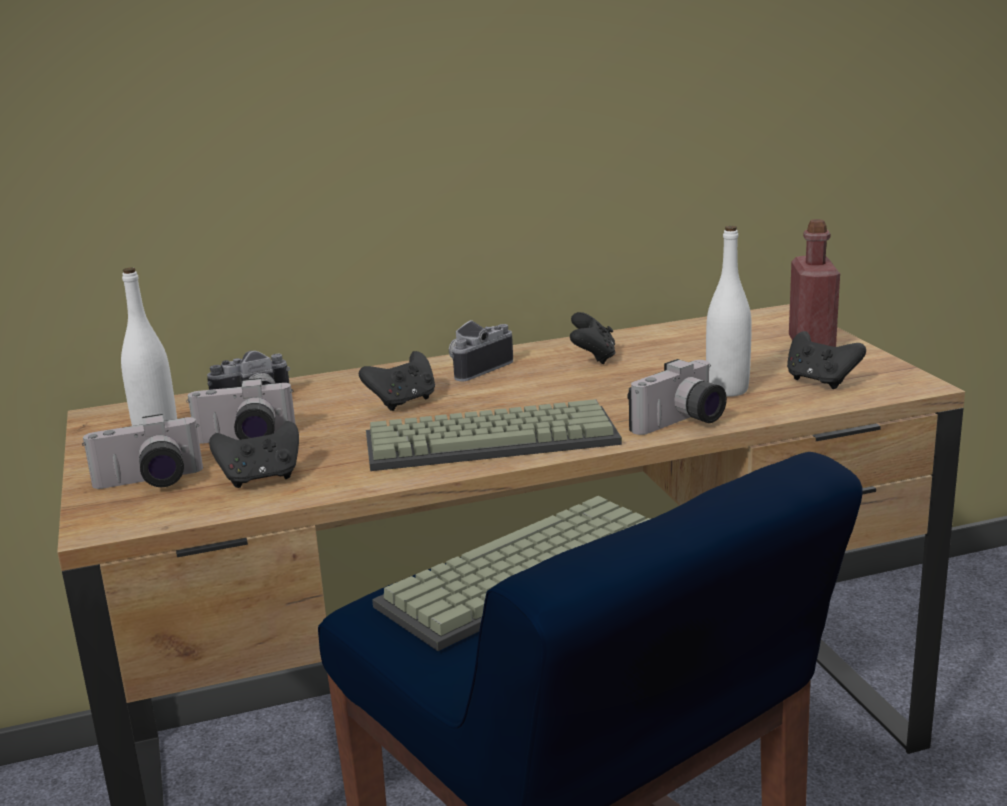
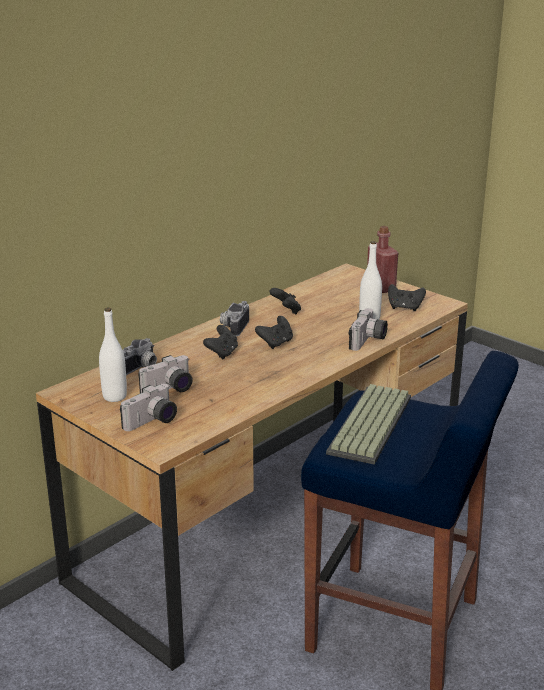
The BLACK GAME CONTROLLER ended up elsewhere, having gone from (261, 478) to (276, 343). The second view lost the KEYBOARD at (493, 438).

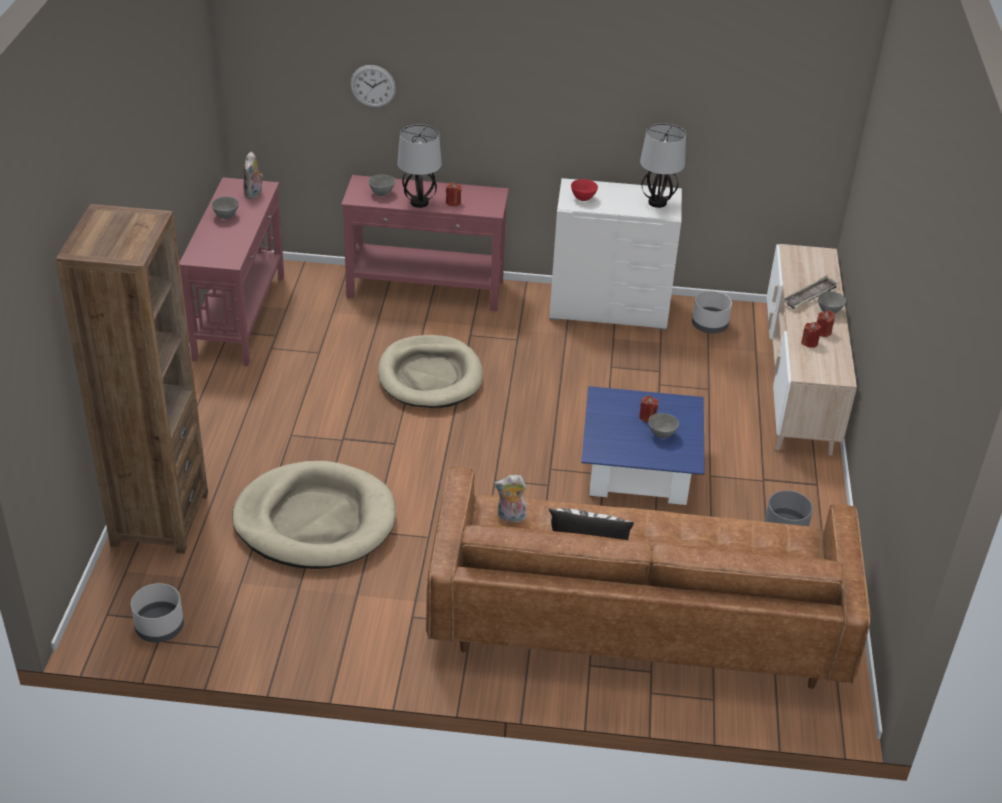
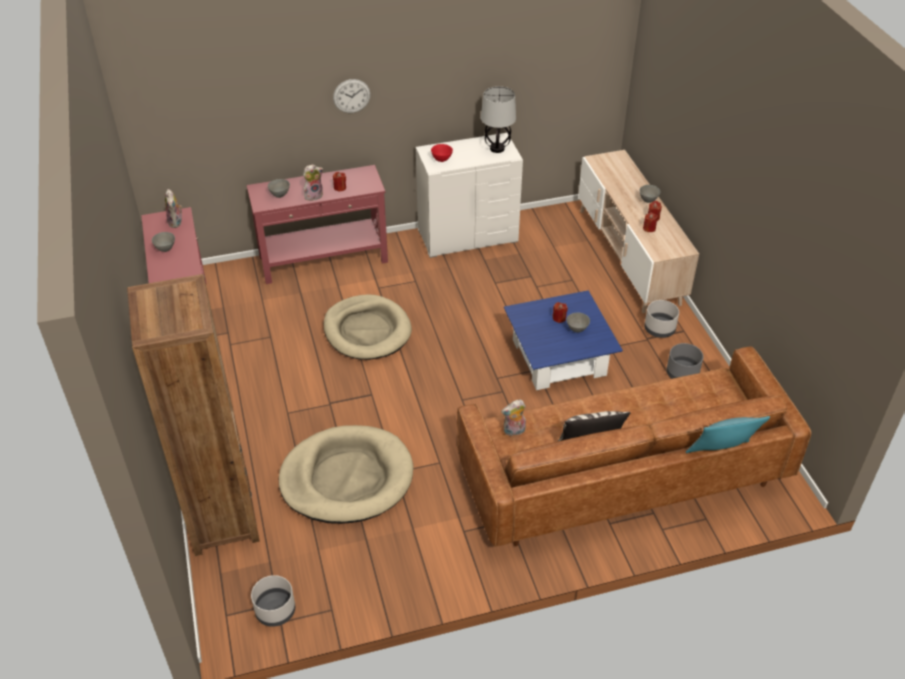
Where the TABLE LAMP stood at (419, 203), the PLUSH TOY came to stand at (314, 195). The WALL CLOCK ended up elsewhere, having gone from (373, 86) to (351, 96). The GREY PLANTER ended up elsewhere, having gone from (709, 325) to (659, 329). The second view gained the TURQUOISE PILLOW at (720, 454). The second view lost the TRAY at (810, 296).

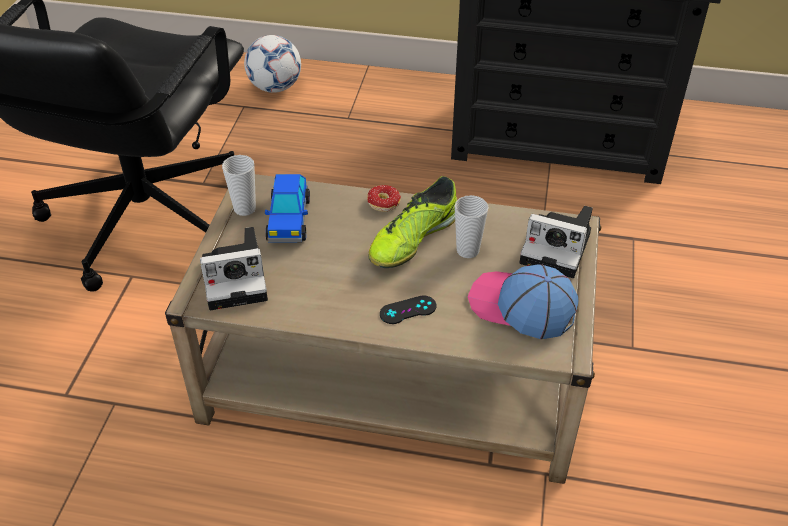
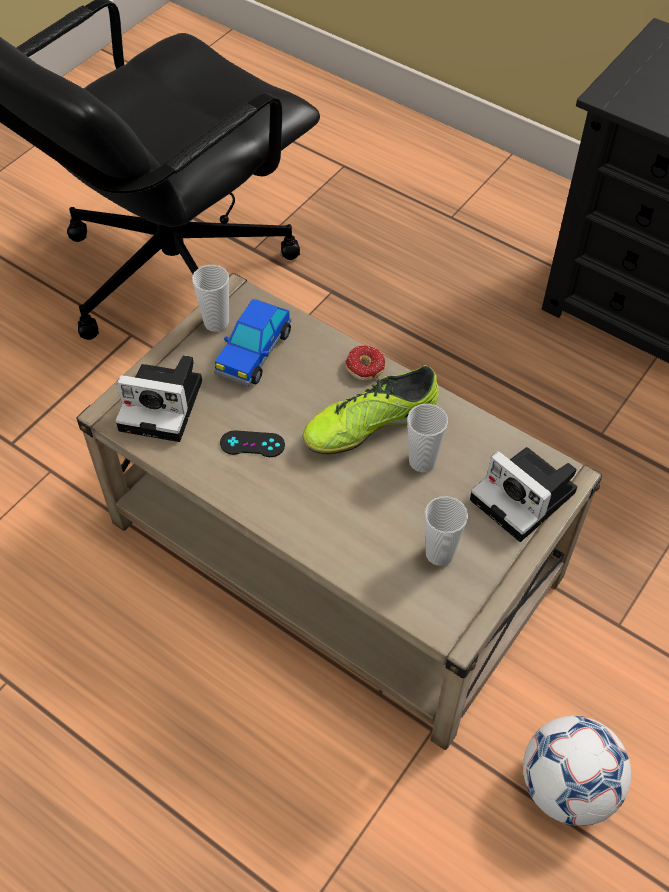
The BLACK GAME CONTROLLER ended up elsewhere, having gone from (408, 310) to (252, 444). Where the CAP stood at (521, 306), the CUP came to stand at (439, 553). The FOOTBALL ended up elsewhere, having gone from (275, 87) to (567, 786).

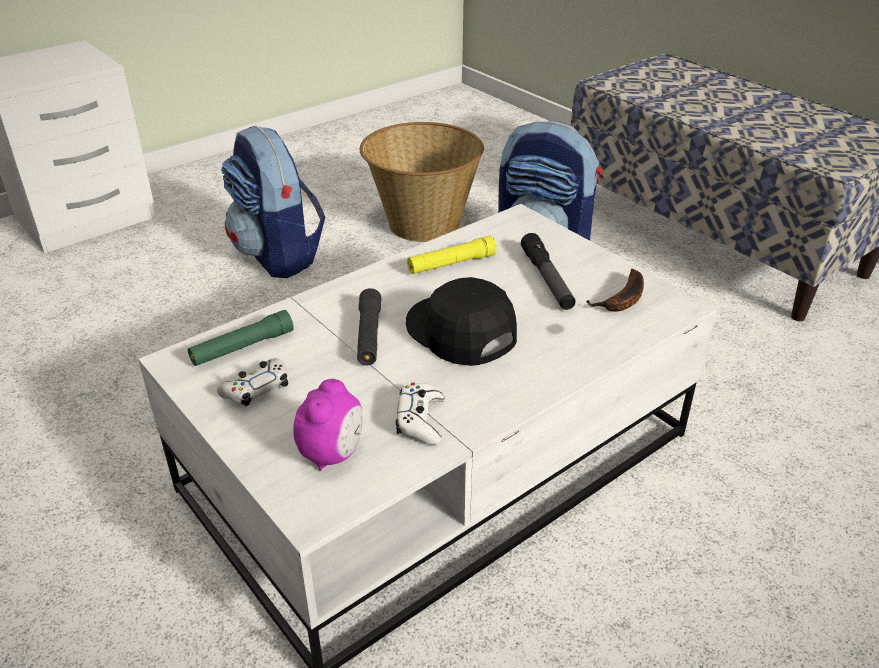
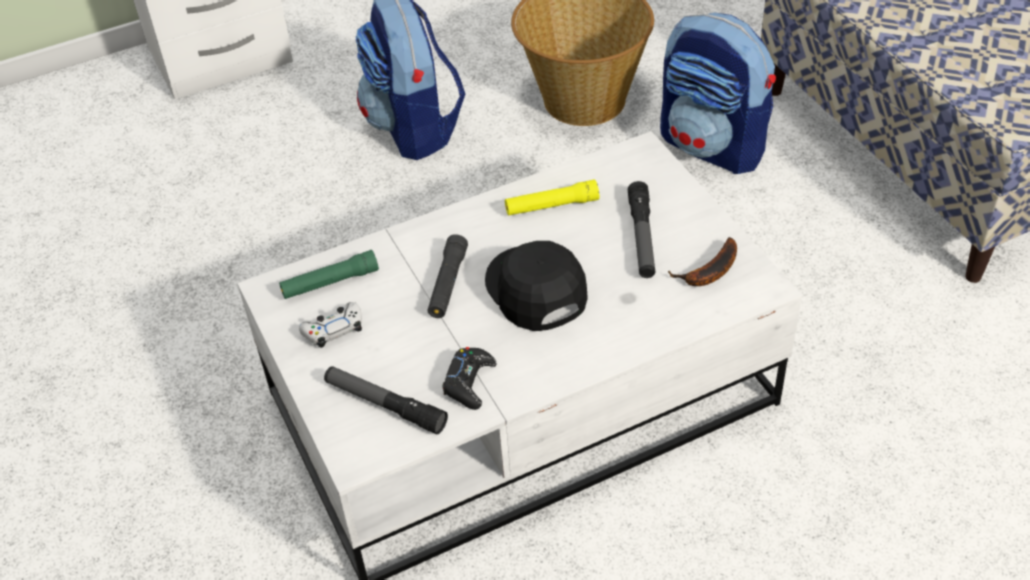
Where the ALARM CLOCK stood at (332, 453), the FLASHLIGHT came to stand at (385, 405). What was the WHITE GAME CONTROLLER at (420, 420) turned into the BLACK GAME CONTROLLER at (469, 383).

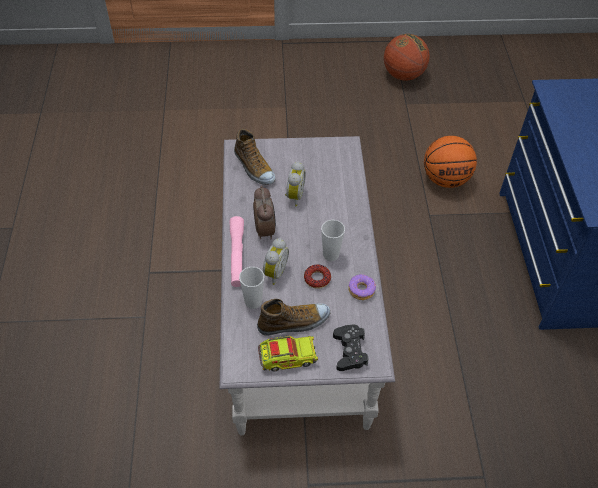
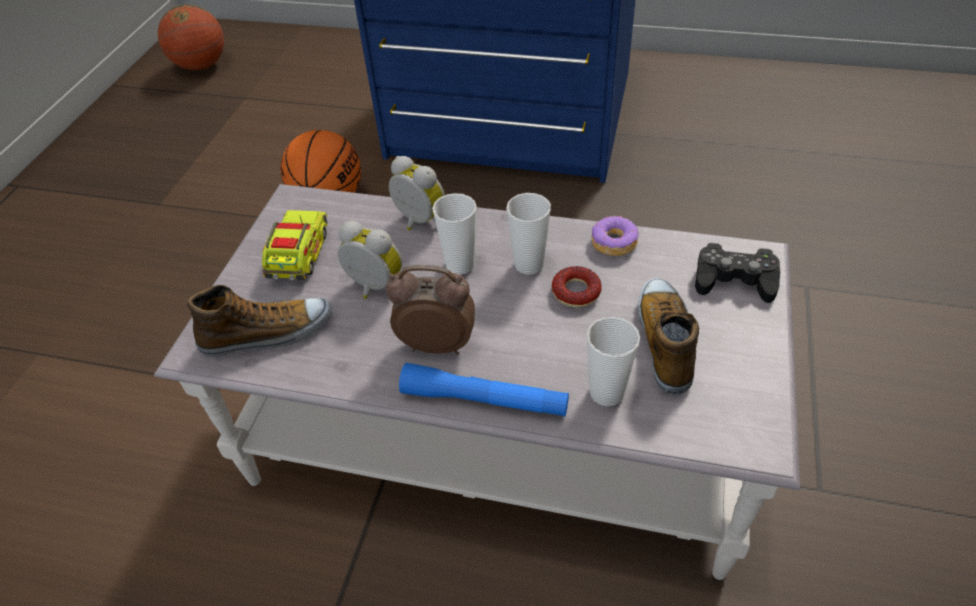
The BASKETBALL ended up elsewhere, having gone from (403, 75) to (201, 66). The TOY TRUCK ended up elsewhere, having gone from (287, 357) to (299, 255). The ALARM CLOCK ended up elsewhere, having gone from (274, 272) to (418, 222). What was the PINK FLASHLIGHT at (237, 255) turned into the BLUE FLASHLIGHT at (484, 400). The second view gained the CUP at (460, 264).

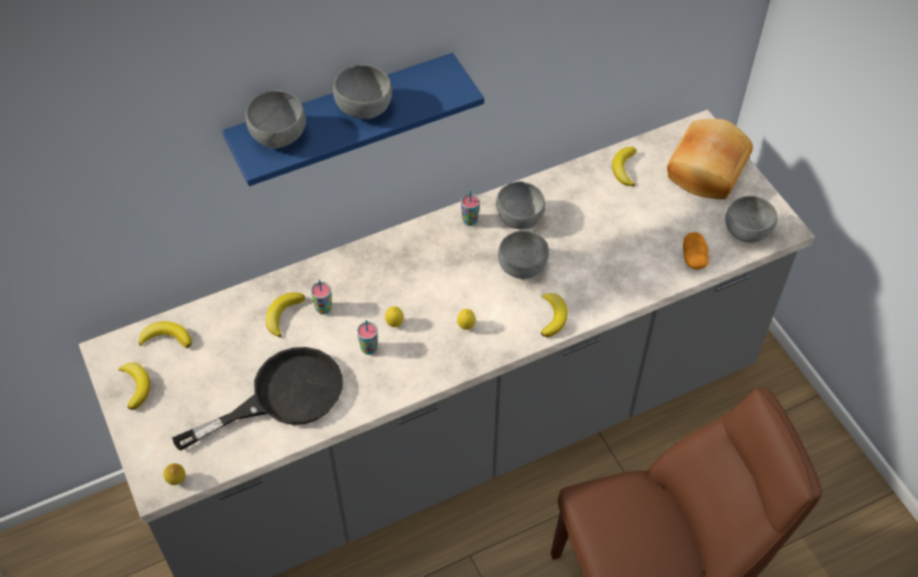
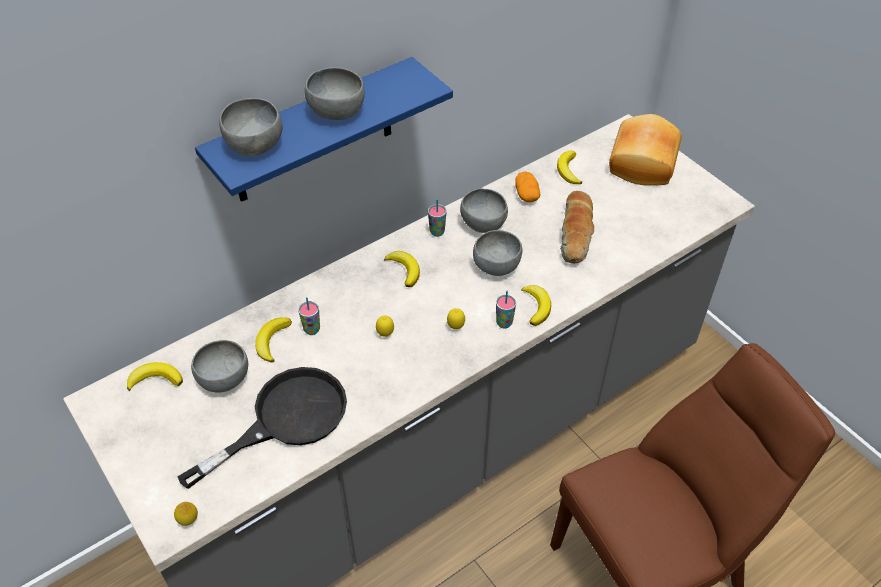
The GREY BOWL ended up elsewhere, having gone from (746, 231) to (224, 379). The BANANA ended up elsewhere, having gone from (136, 386) to (404, 270). The CUP ended up elsewhere, having gone from (369, 349) to (504, 323). The POTATO ended up elsewhere, having gone from (693, 257) to (526, 194). The second view gained the BREAD at (576, 235).

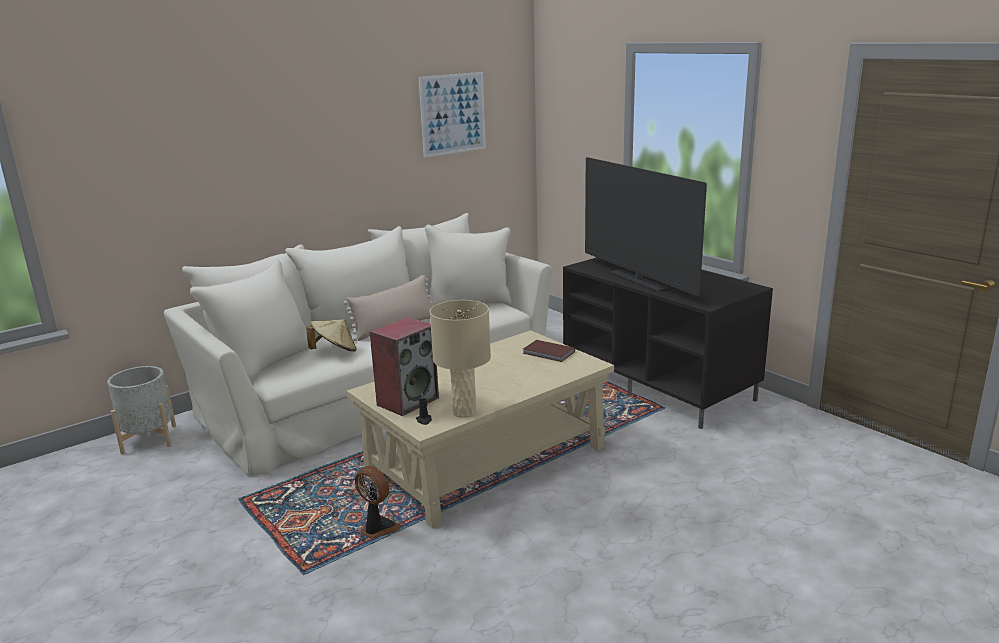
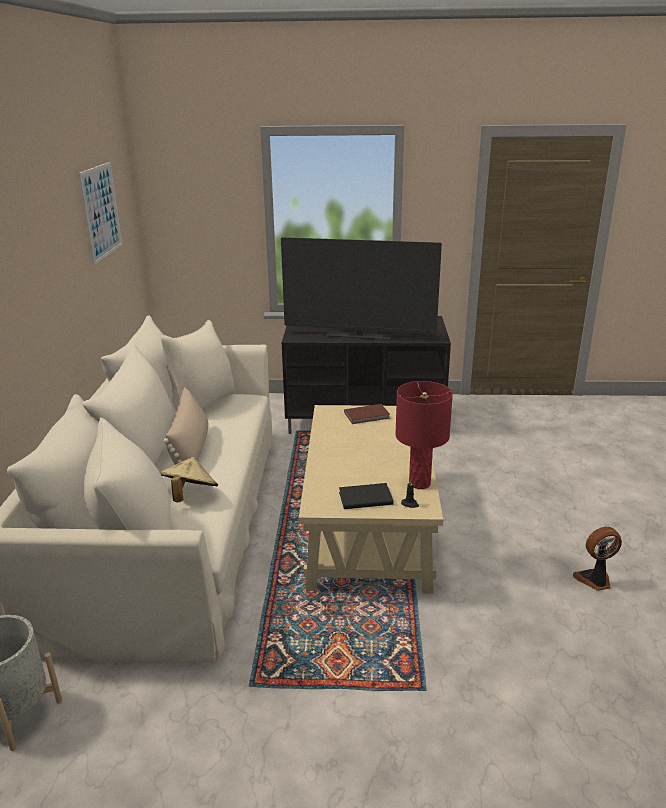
Where the SPEAKER stood at (408, 401), the BLACK BOOK came to stand at (364, 497). What was the BEIGE TABLE LAMP at (464, 412) turned into the RED TABLE LAMP at (419, 483). The FAN ended up elsewhere, having gone from (378, 528) to (595, 580).

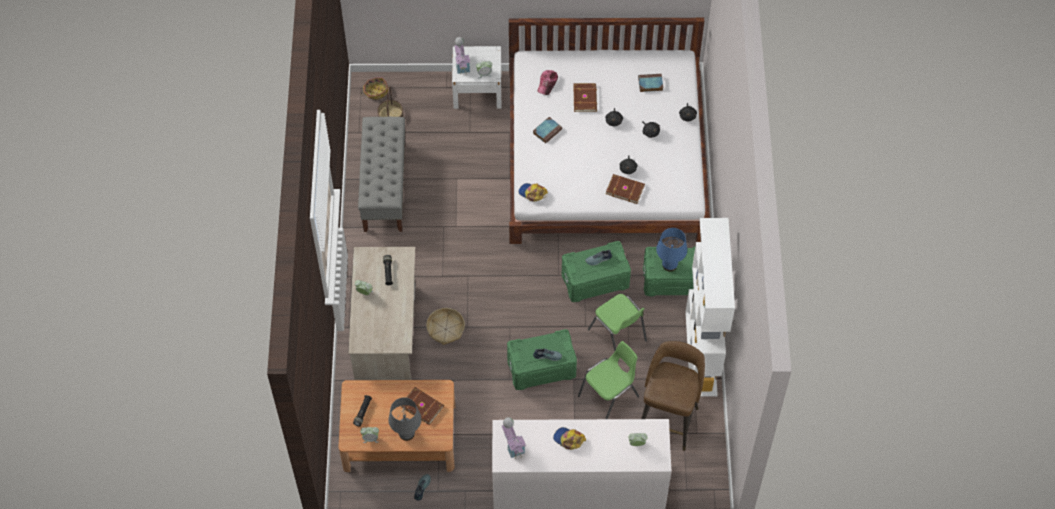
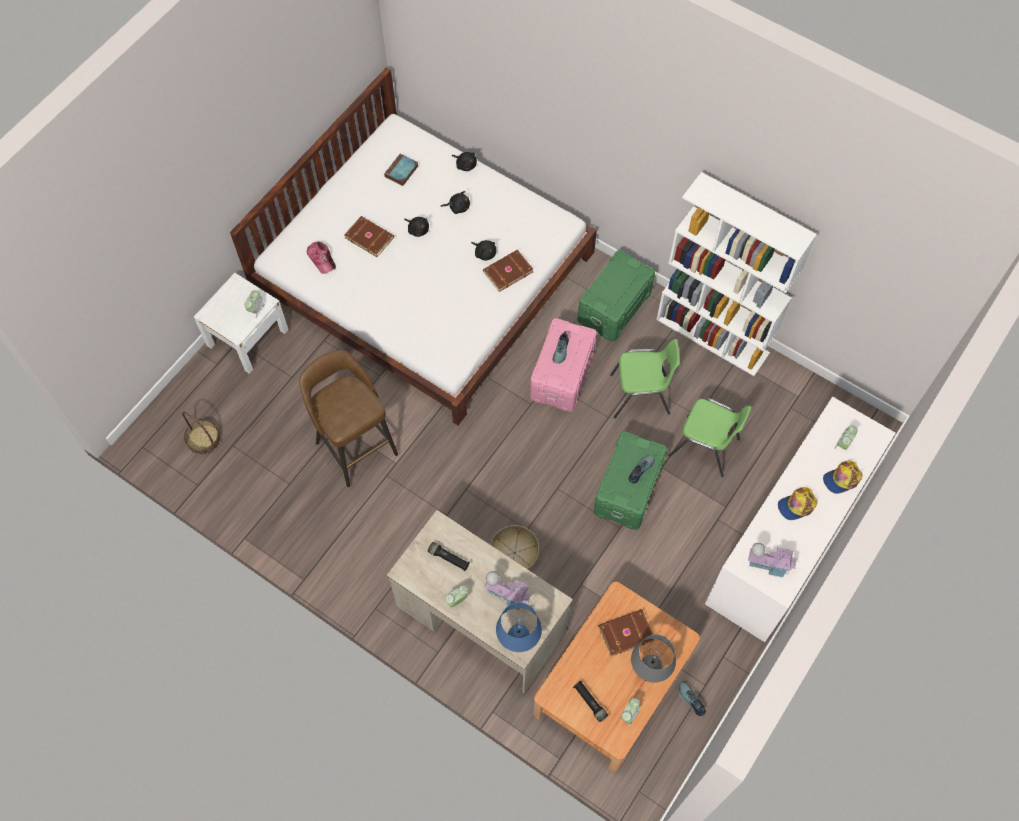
The BROWN STOOL ended up elsewhere, having gone from (668, 420) to (355, 446). The TOY HOUSE ended up elsewhere, having gone from (462, 64) to (508, 595). The BLUE TABLE LAMP ended up elsewhere, having gone from (670, 265) to (519, 641). What was the GREEN STORAGE BOX at (595, 281) turned into the PINK STORAGE BOX at (563, 375). The GREEN CHAIR at (609, 396) ended up facing another way, 120 degrees clockwise from before. The CAP ended up elsewhere, having gone from (532, 193) to (842, 479). The second view lost the GREY BENCH at (384, 187). The second view lost the BASKET at (375, 91). The second view lost the BOOK at (547, 131).

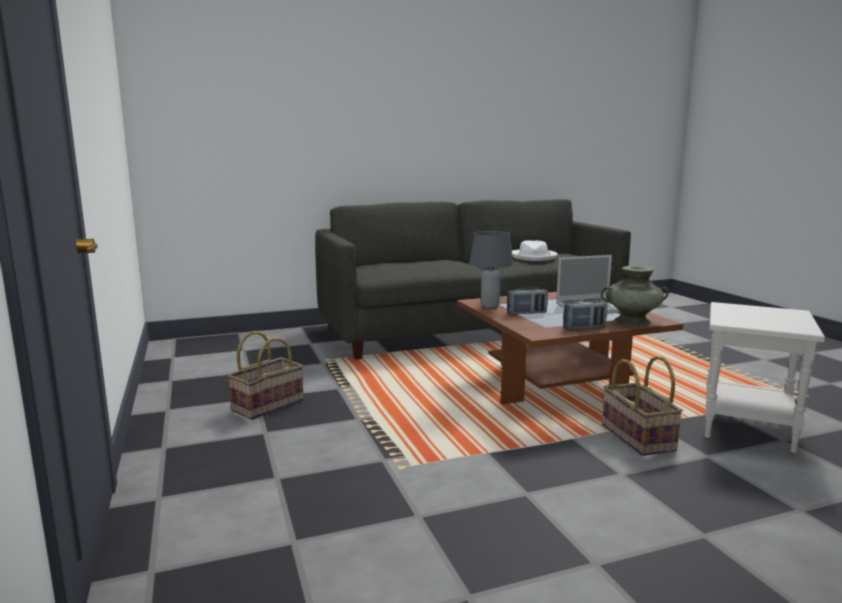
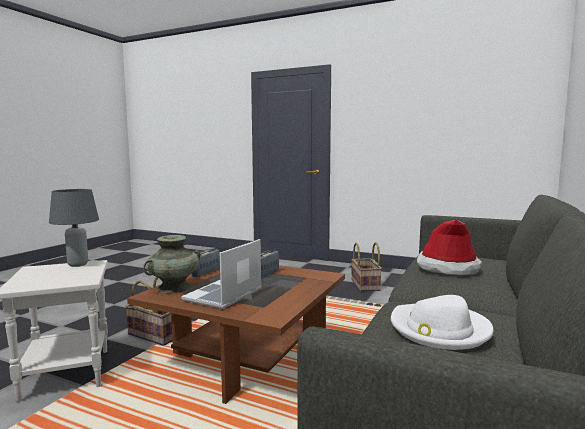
The GREY TABLE LAMP ended up elsewhere, having gone from (489, 306) to (78, 265). The second view gained the HAT at (447, 268).

